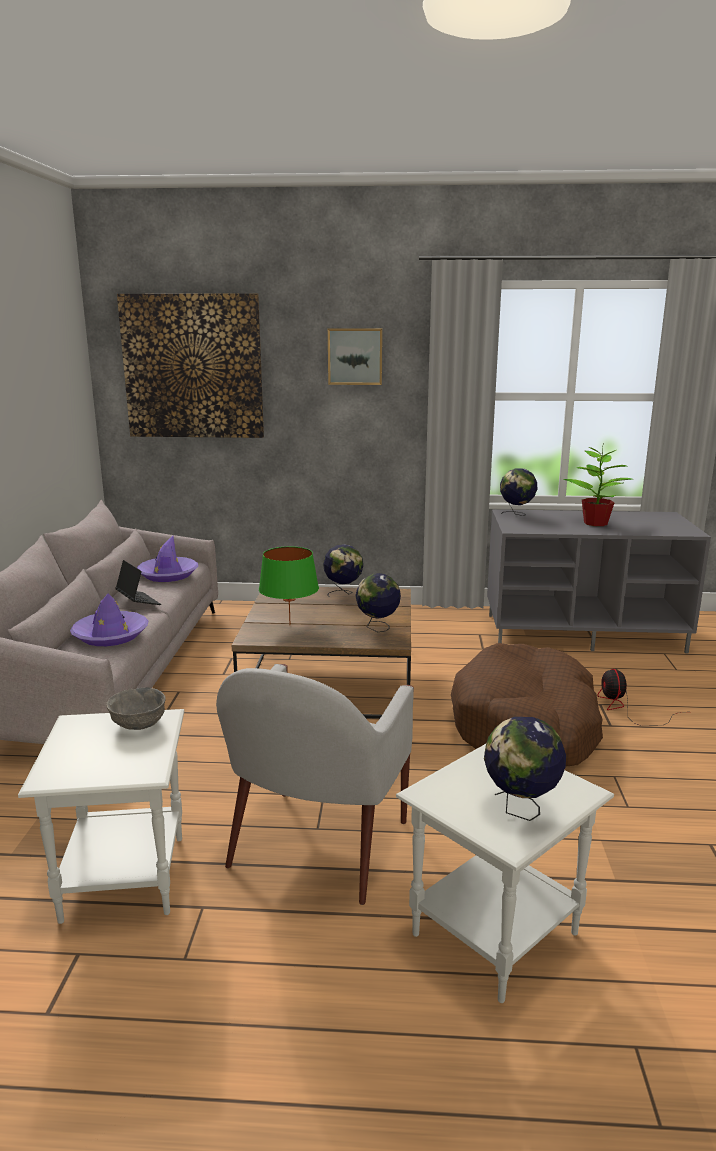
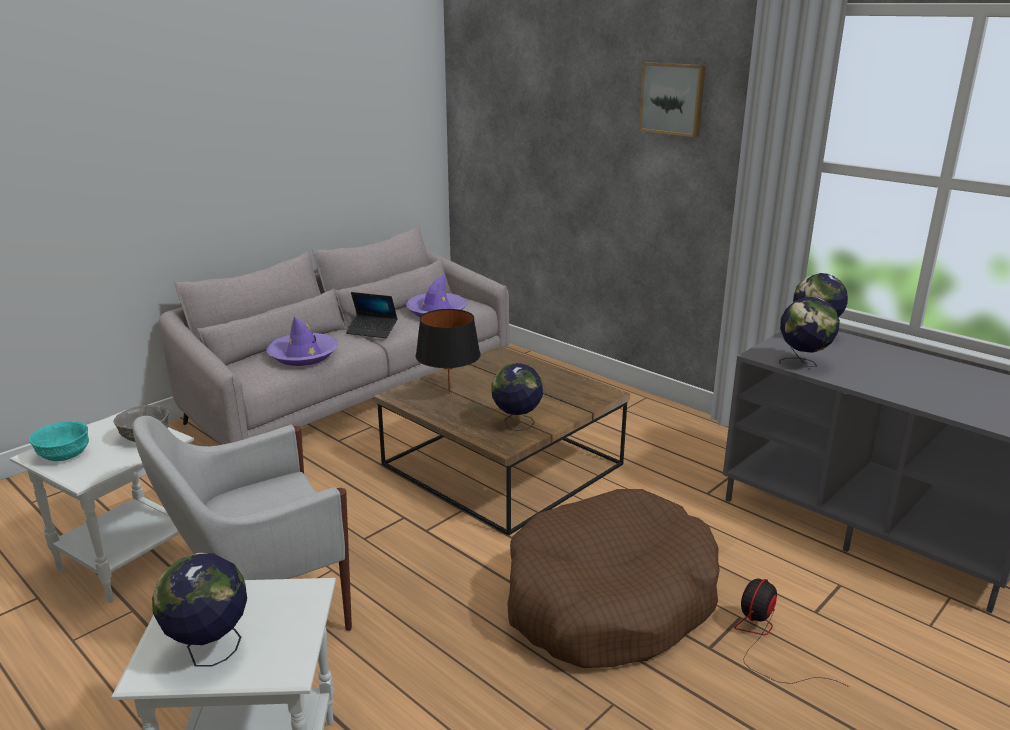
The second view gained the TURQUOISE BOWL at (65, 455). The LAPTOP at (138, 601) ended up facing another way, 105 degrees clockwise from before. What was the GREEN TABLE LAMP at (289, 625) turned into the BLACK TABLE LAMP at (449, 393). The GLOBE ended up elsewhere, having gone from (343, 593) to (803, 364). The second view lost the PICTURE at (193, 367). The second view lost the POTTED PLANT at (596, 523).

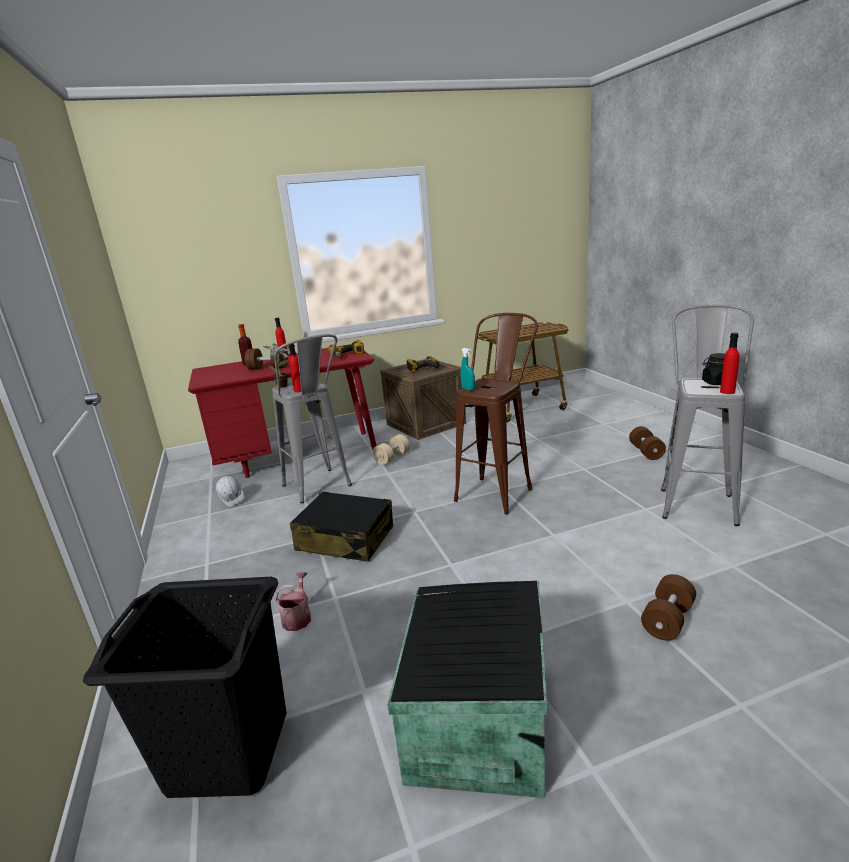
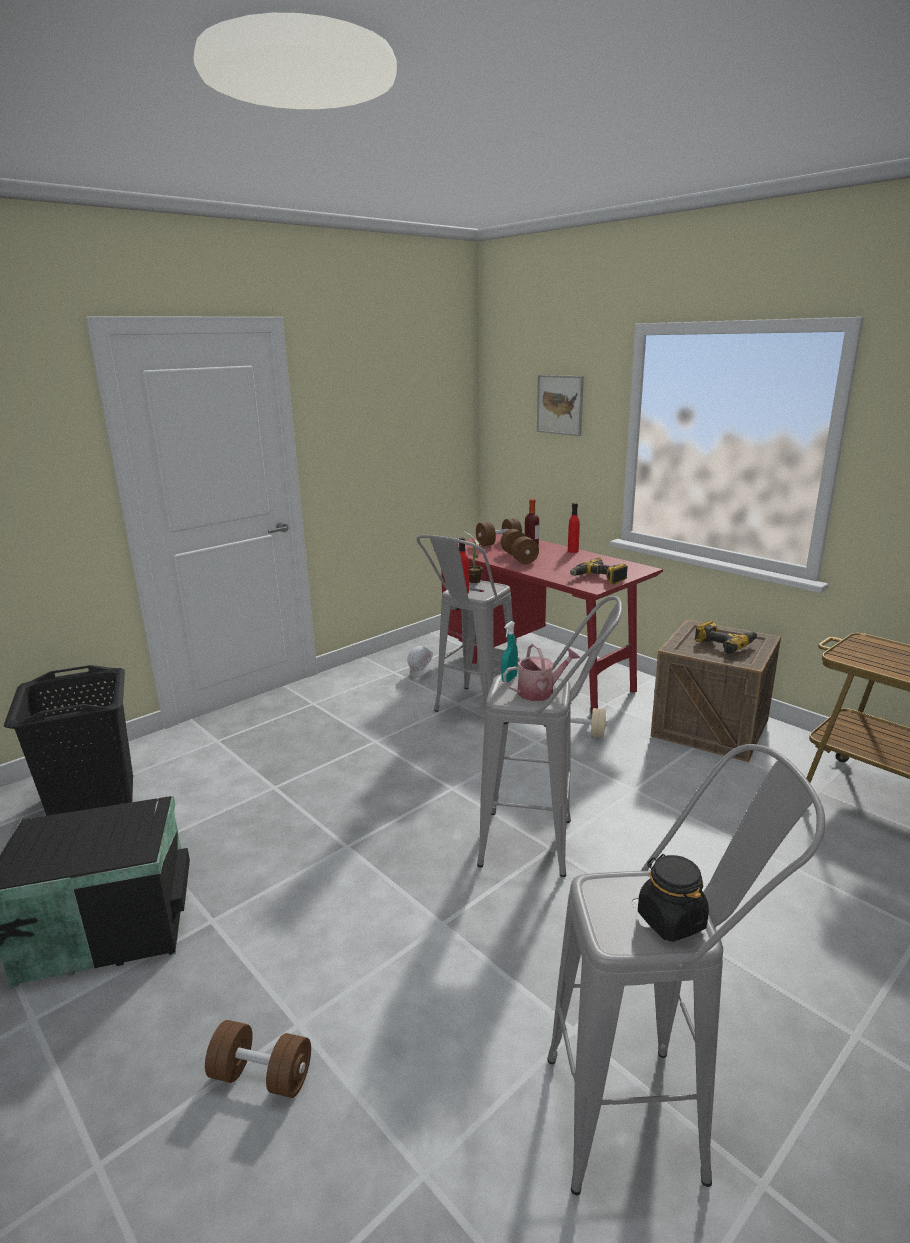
The BROWN DUMBBELL ended up elsewhere, having gone from (646, 452) to (498, 543). What was the BROWN STOOL at (499, 490) turned into the GREY STOOL at (544, 845). The WATERING CAN ended up elsewhere, having gone from (298, 617) to (540, 692). The second view gained the PICTURE at (560, 405). The second view lost the BLACK SUITCASE at (345, 539). The second view lost the RED BOTTLE at (727, 392).

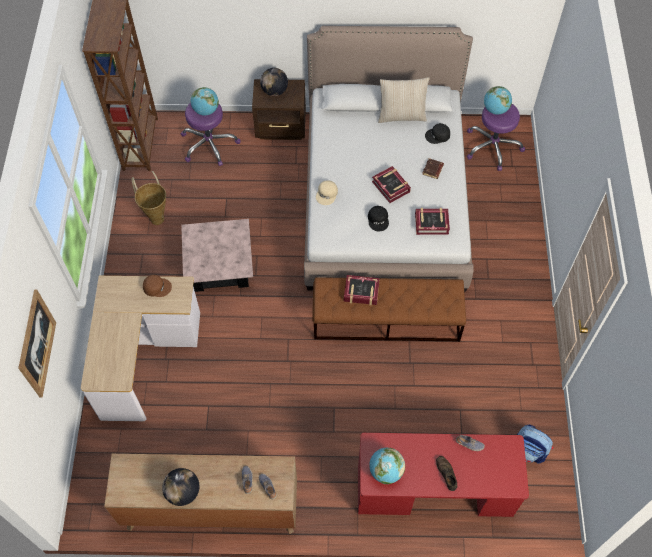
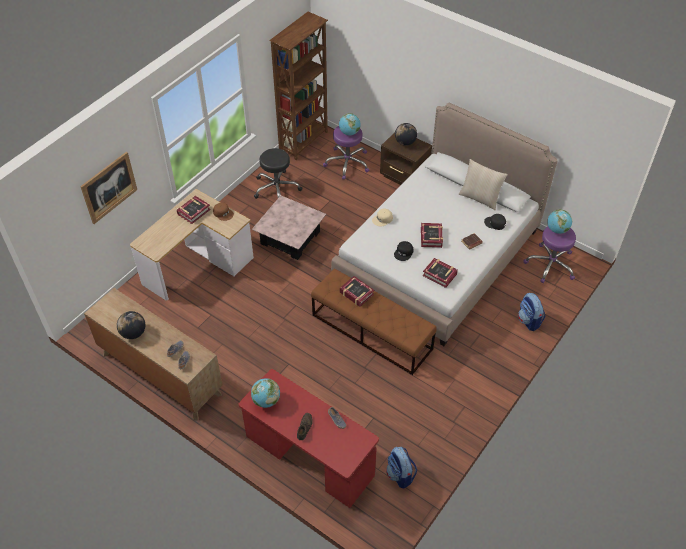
The second view gained the BOOK at (193, 212). Where the BASKET stood at (156, 216), the BLACK STOOL came to stand at (276, 188). The second view gained the BACKPACK at (529, 321).

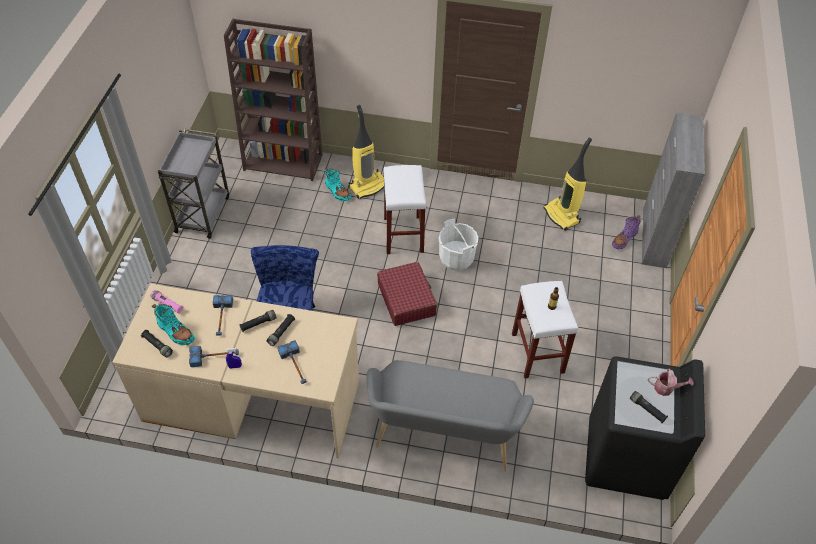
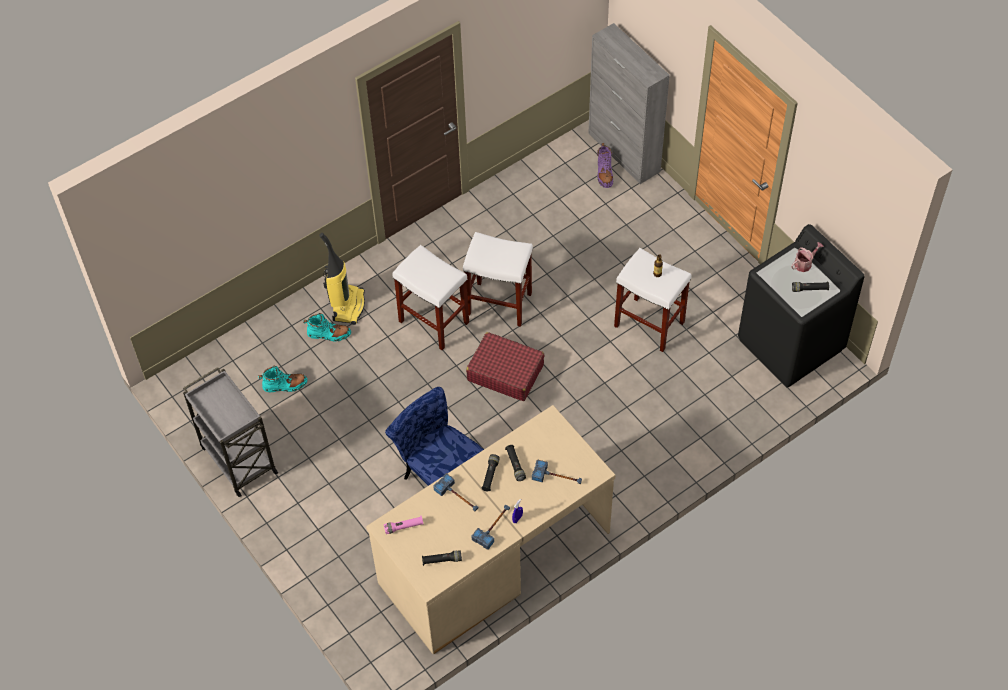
The TURQUOISE BOOT ended up elsewhere, having gone from (175, 332) to (285, 385). Where the WHITE BUCKET stood at (456, 258), the WHITE STOOL came to stand at (500, 303). The second view lost the BROWN BOOKCASE at (284, 162). The second view lost the GREY BENCH at (443, 437). The second view lost the VACUUM CLEANER at (562, 215).

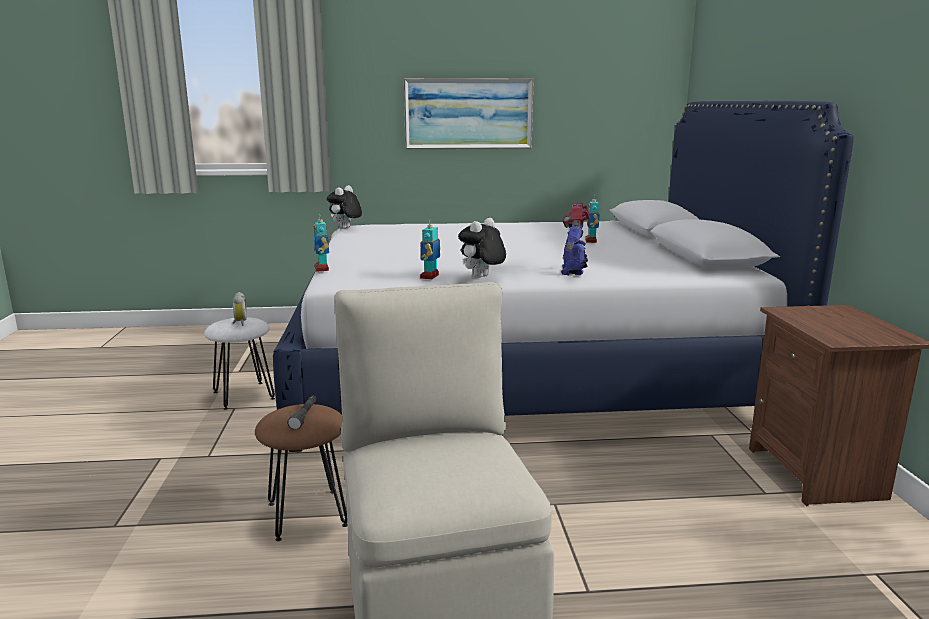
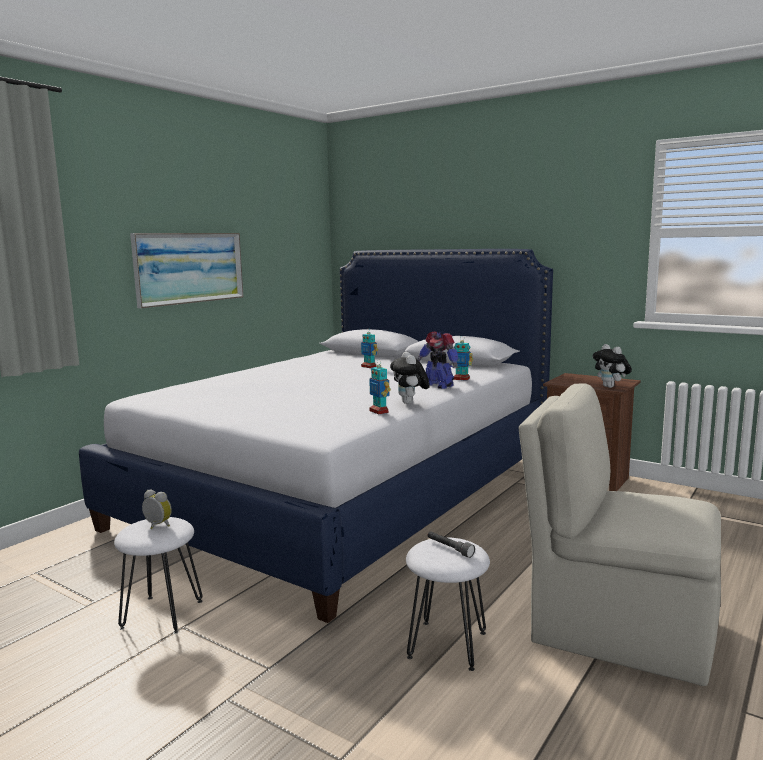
What was the BROWN STOOL at (307, 515) turned into the WHITE STOOL at (448, 645). The TOY ROBOT ended up elsewhere, having gone from (322, 269) to (461, 379). The PLUSH TOY ended up elsewhere, having gone from (345, 228) to (611, 387).

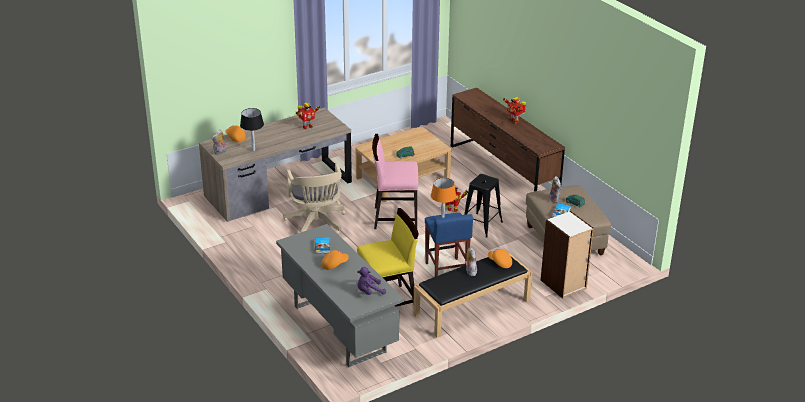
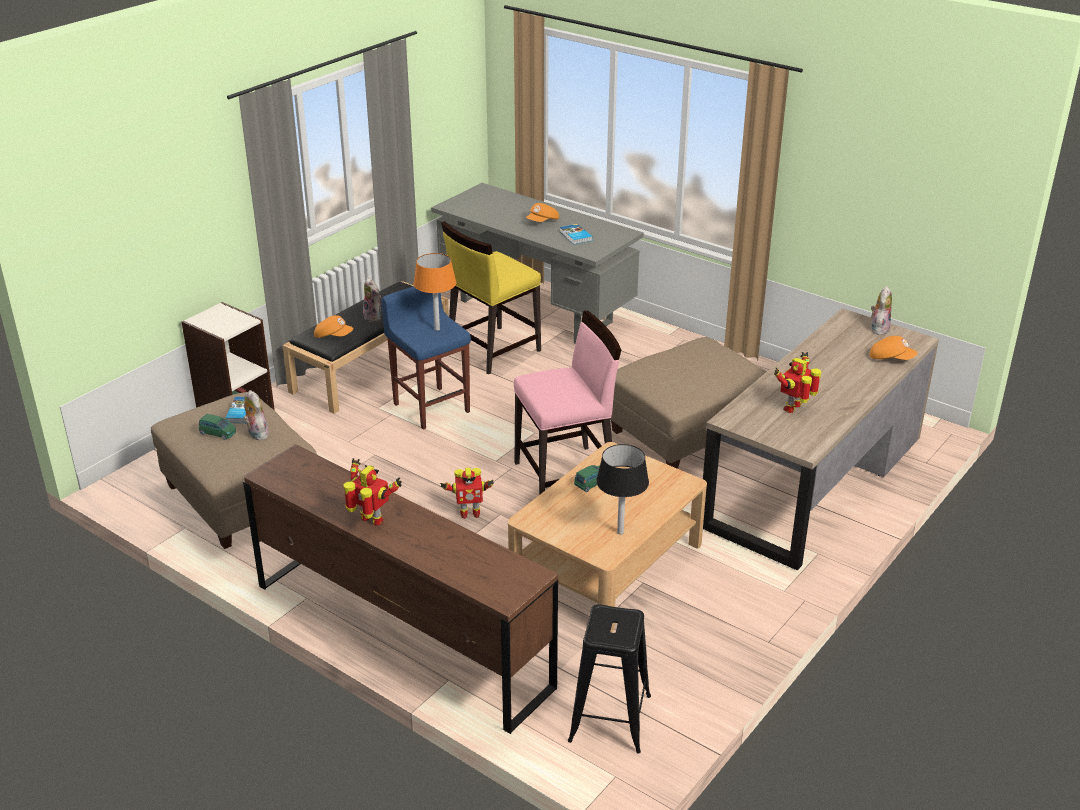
The BLACK STOOL ended up elsewhere, having gone from (481, 225) to (610, 717). The BLACK TABLE LAMP ended up elsewhere, having gone from (253, 150) to (620, 532). Where the BEIGE OFFICE CHAIR stood at (316, 224), the BEIGE OTTOMAN came to stand at (686, 433). The second view lost the PURPLE PLUSH TOY at (369, 292).

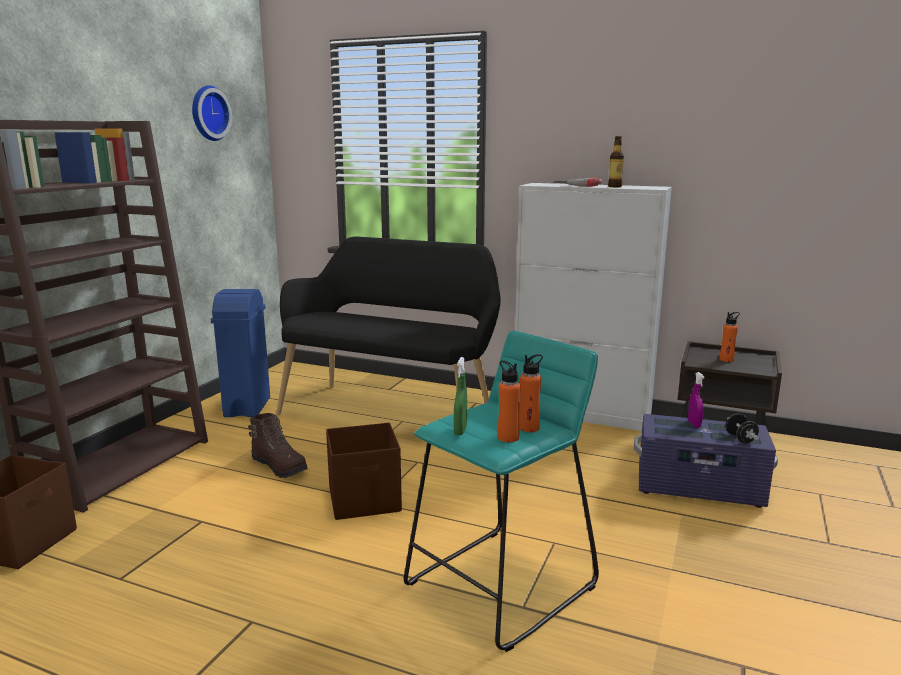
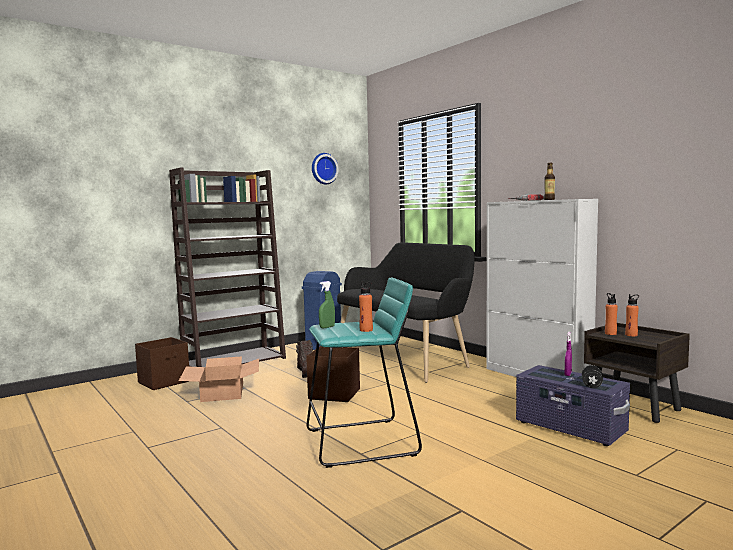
The second view gained the CARDBOARD BOX at (222, 392). The ORANGE BOTTLE ended up elsewhere, having gone from (508, 437) to (610, 333).

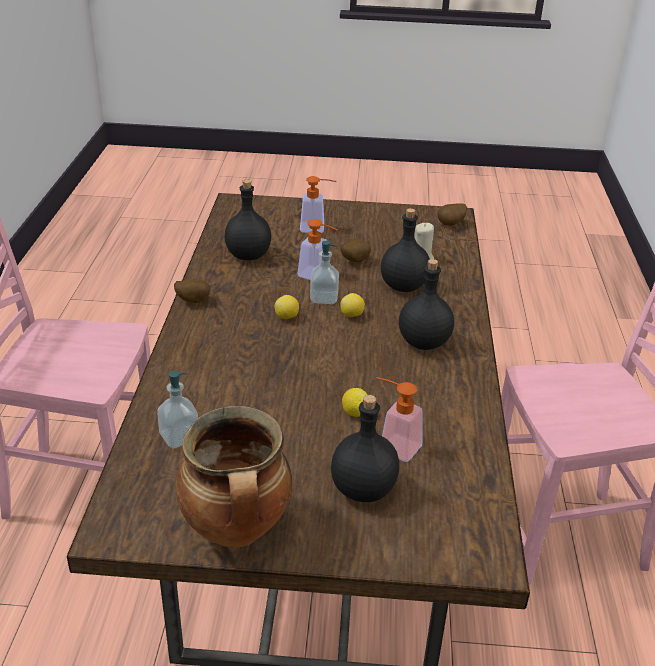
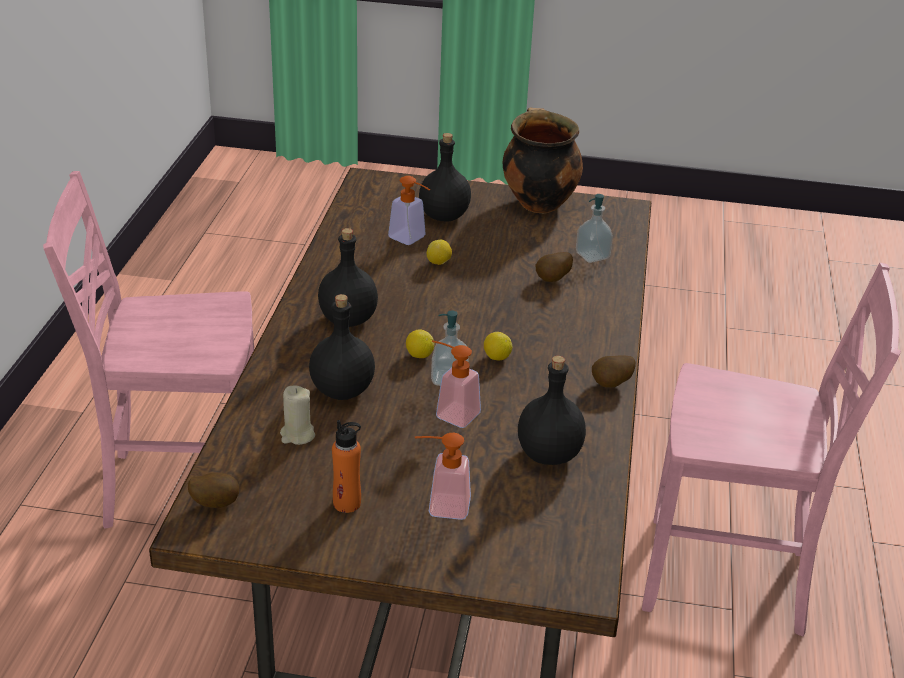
The second view gained the ORANGE BOTTLE at (347, 503). The POTATO ended up elsewhere, having gone from (354, 261) to (553, 280).

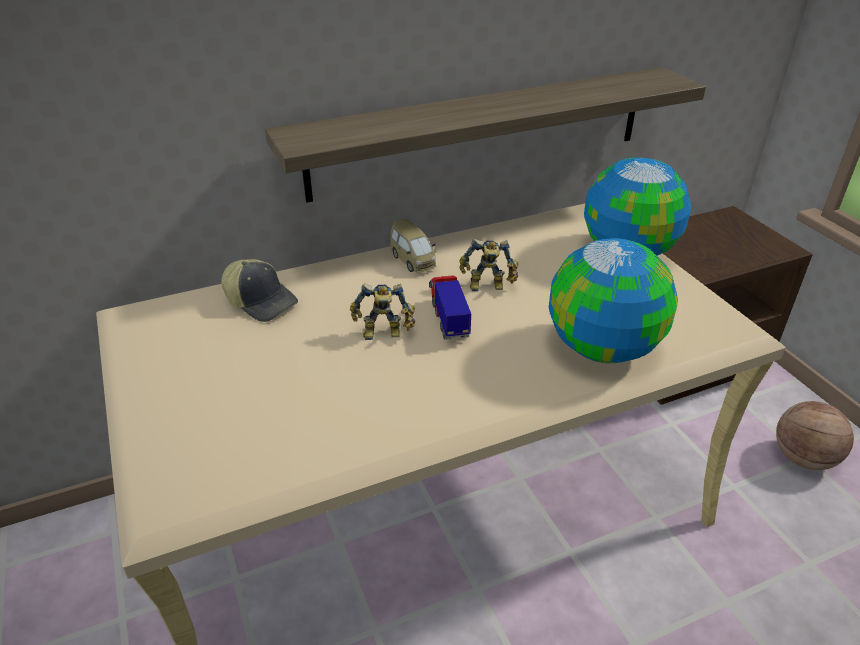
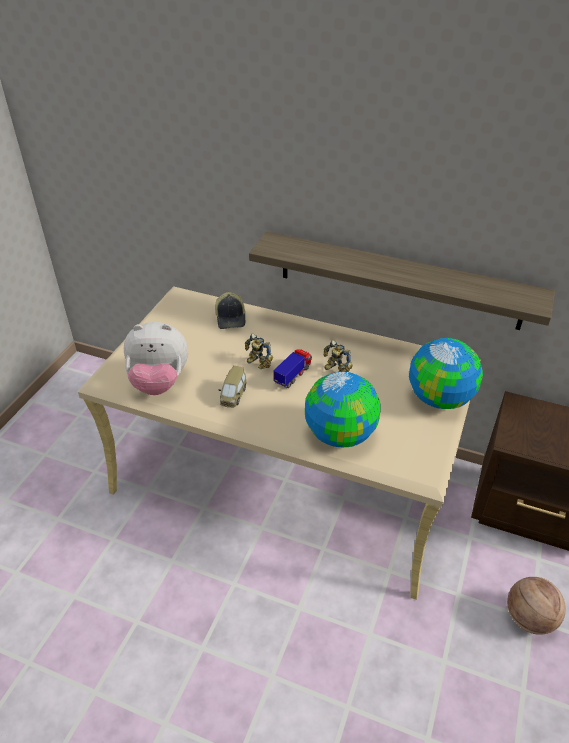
The second view gained the PLUSH TOY at (159, 382). The TOY CAR ended up elsewhere, having gone from (413, 260) to (233, 395).

